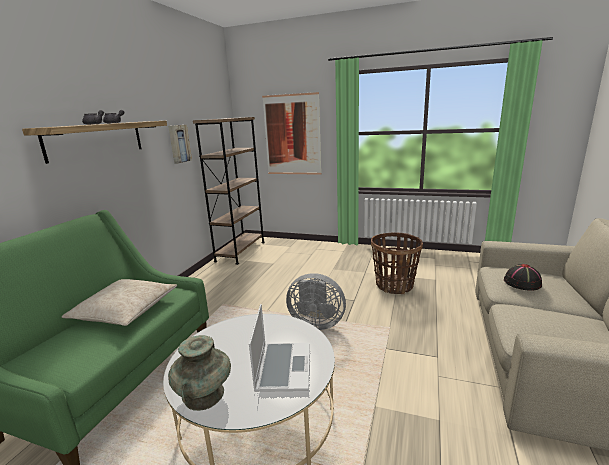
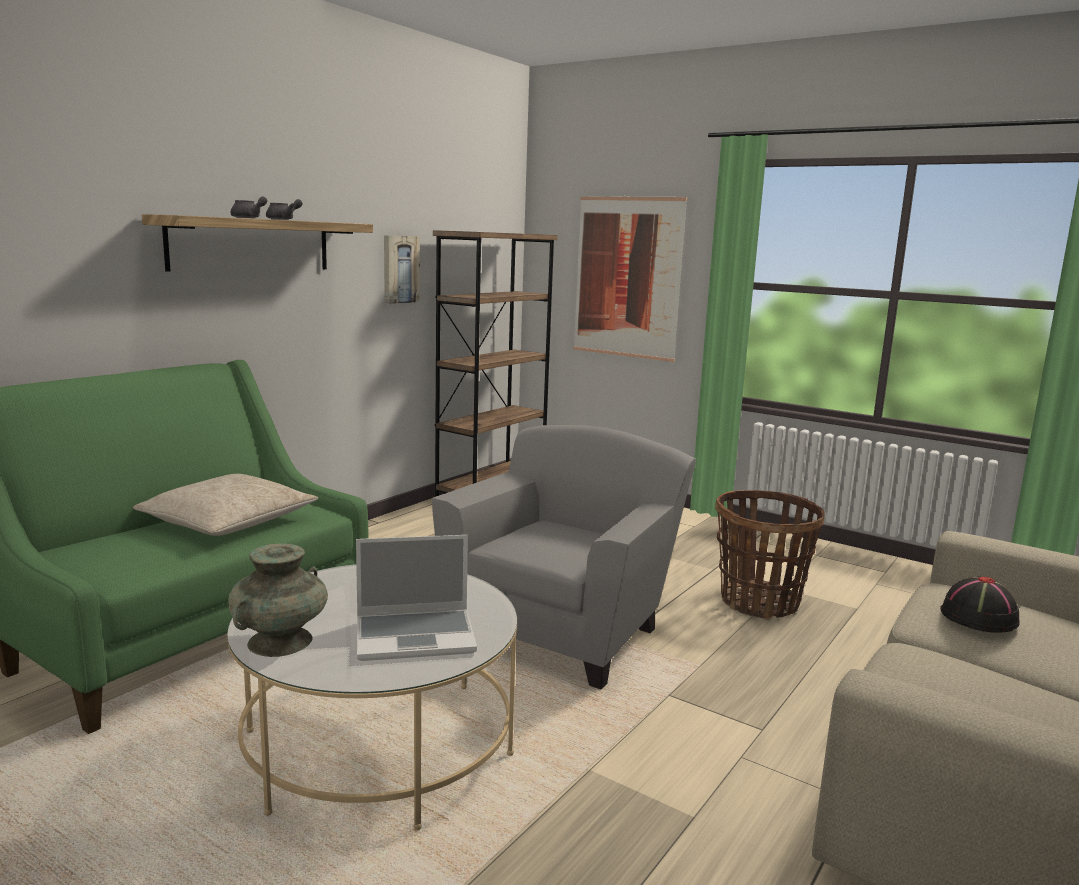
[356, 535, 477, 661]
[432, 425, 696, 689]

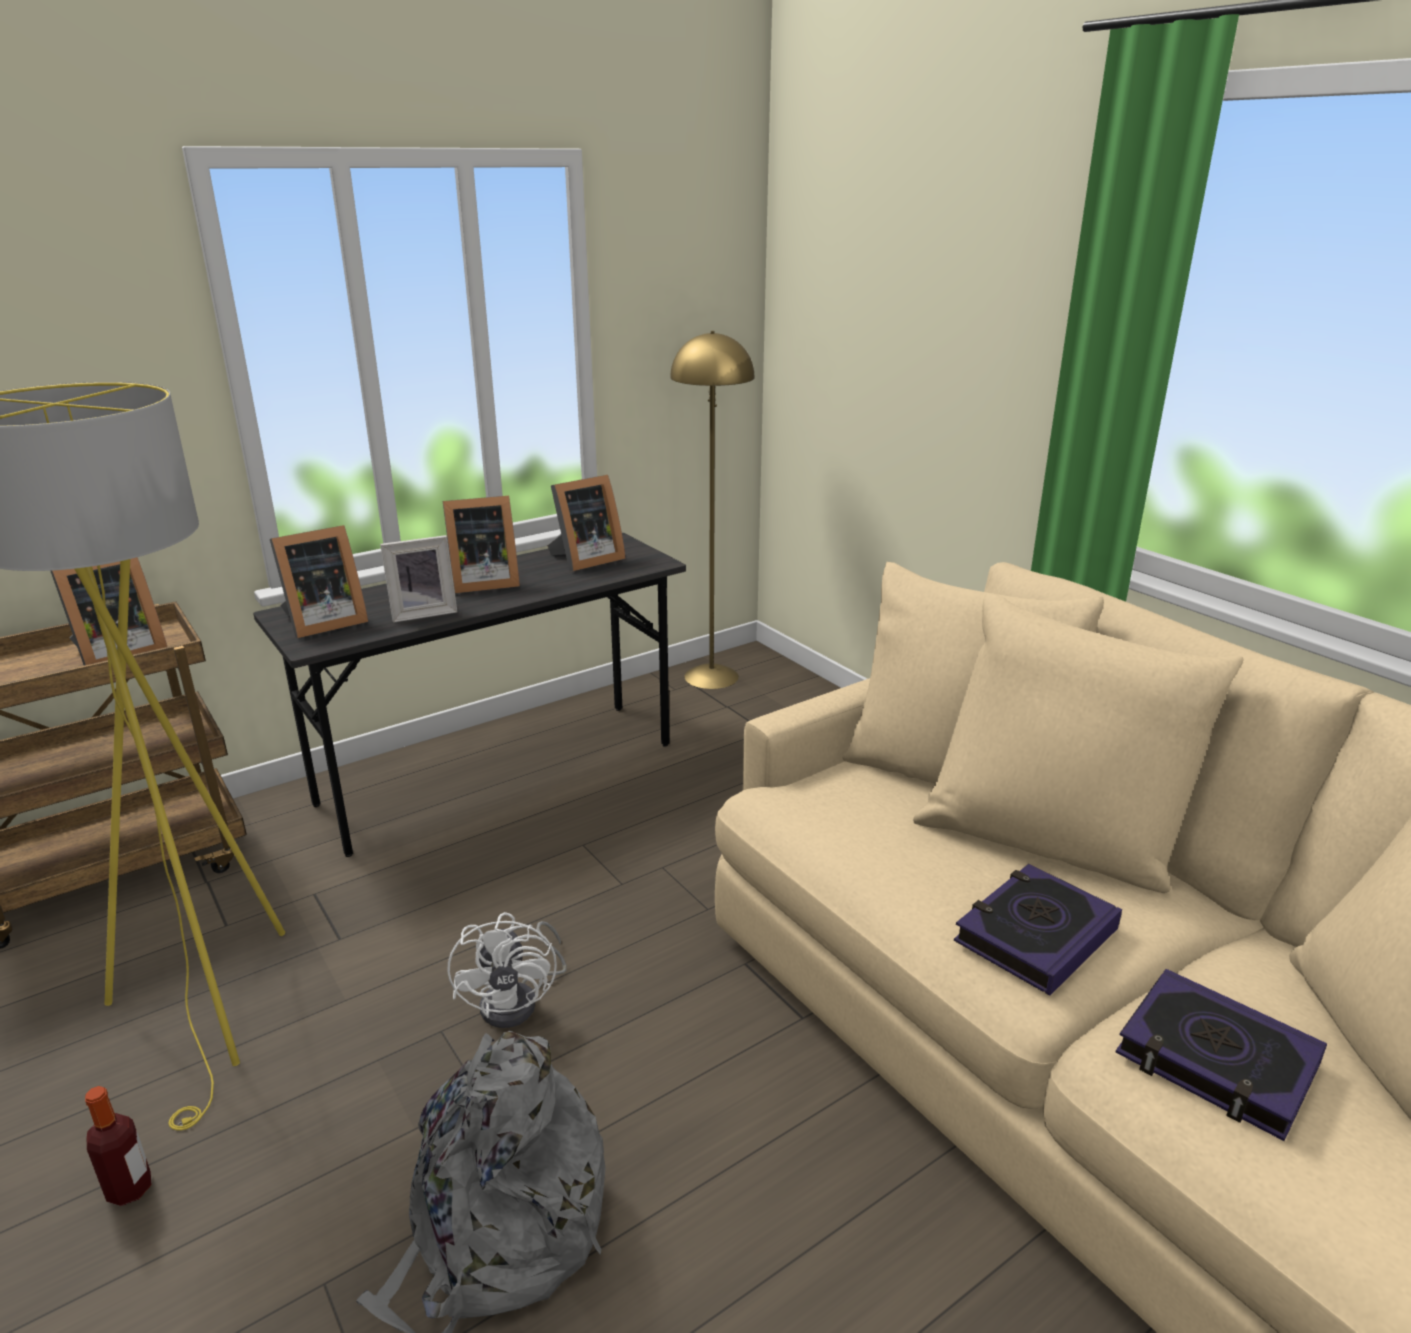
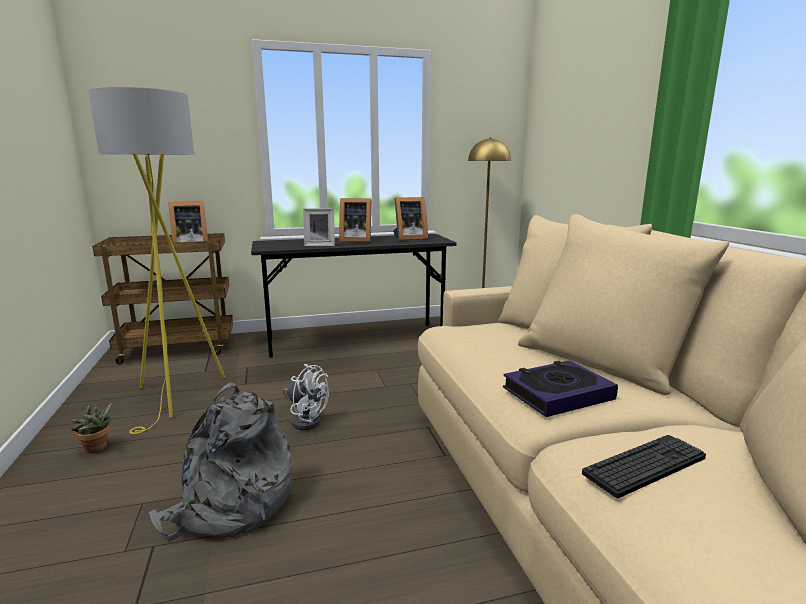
[71, 401, 115, 453]
[283, 364, 329, 430]
[582, 435, 706, 498]
[270, 525, 368, 638] (first image)

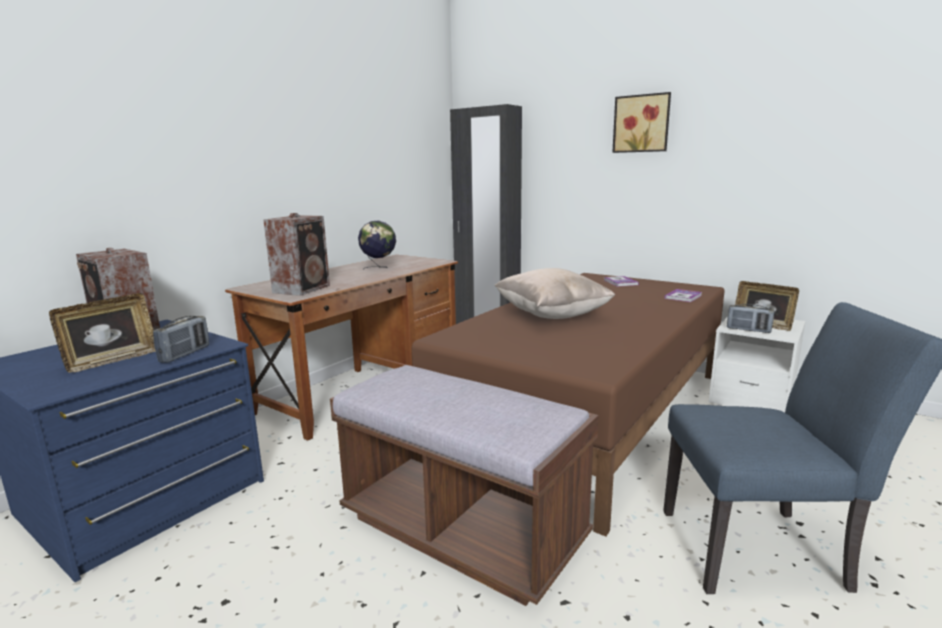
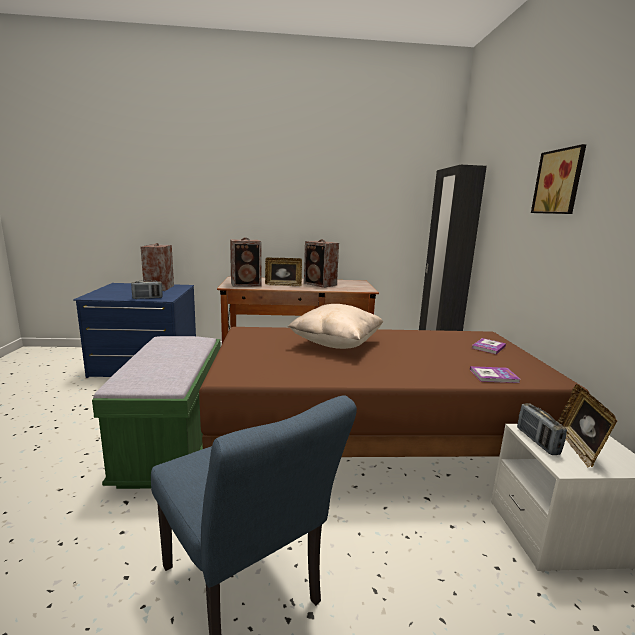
[92, 336, 221, 489]
[265, 257, 302, 286]
[304, 239, 339, 288]

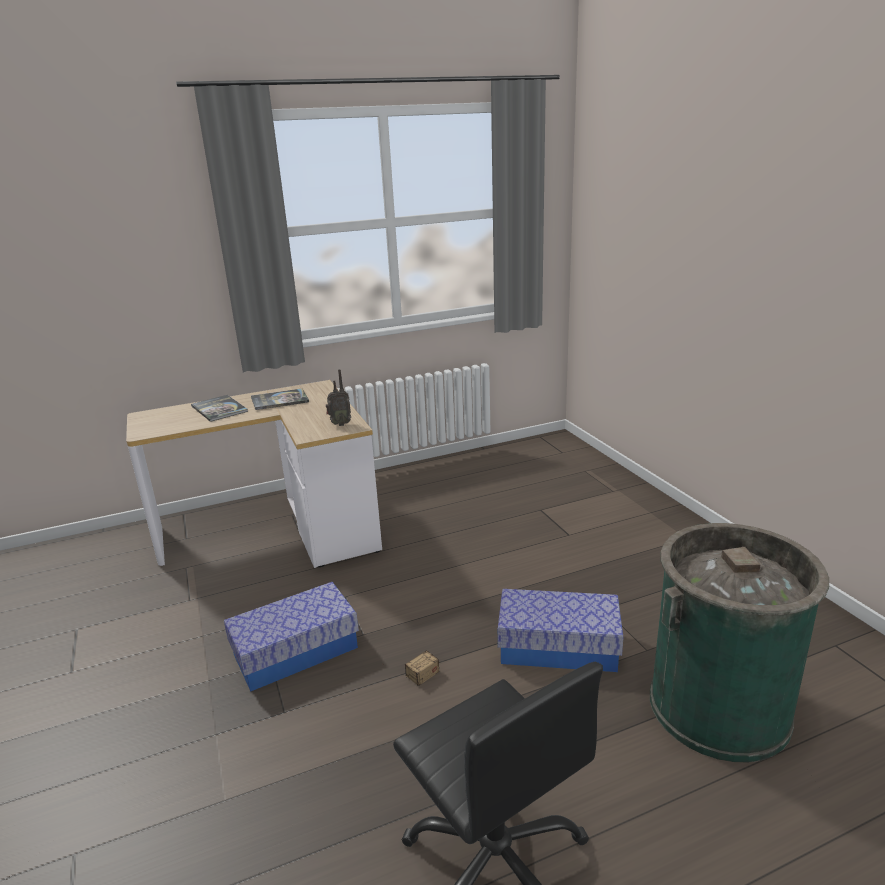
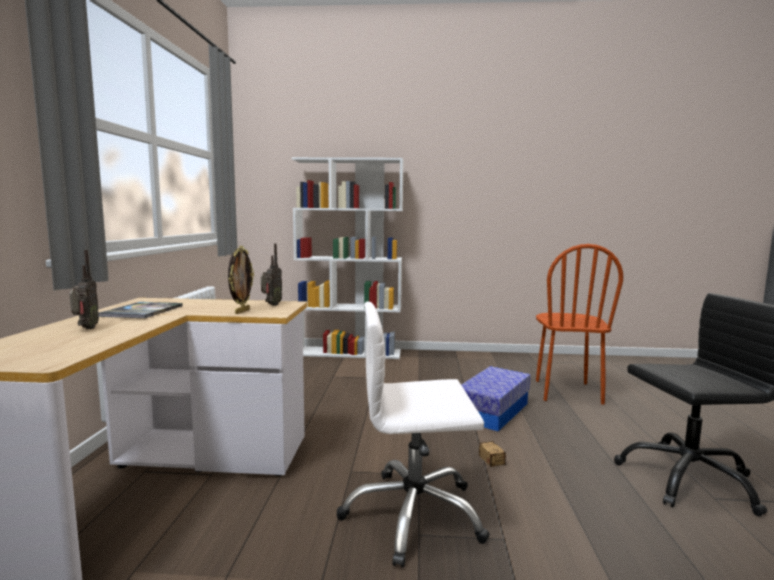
[70, 250, 99, 329]
[228, 246, 254, 314]
[292, 157, 404, 359]
[337, 302, 490, 567]
[536, 244, 623, 404]

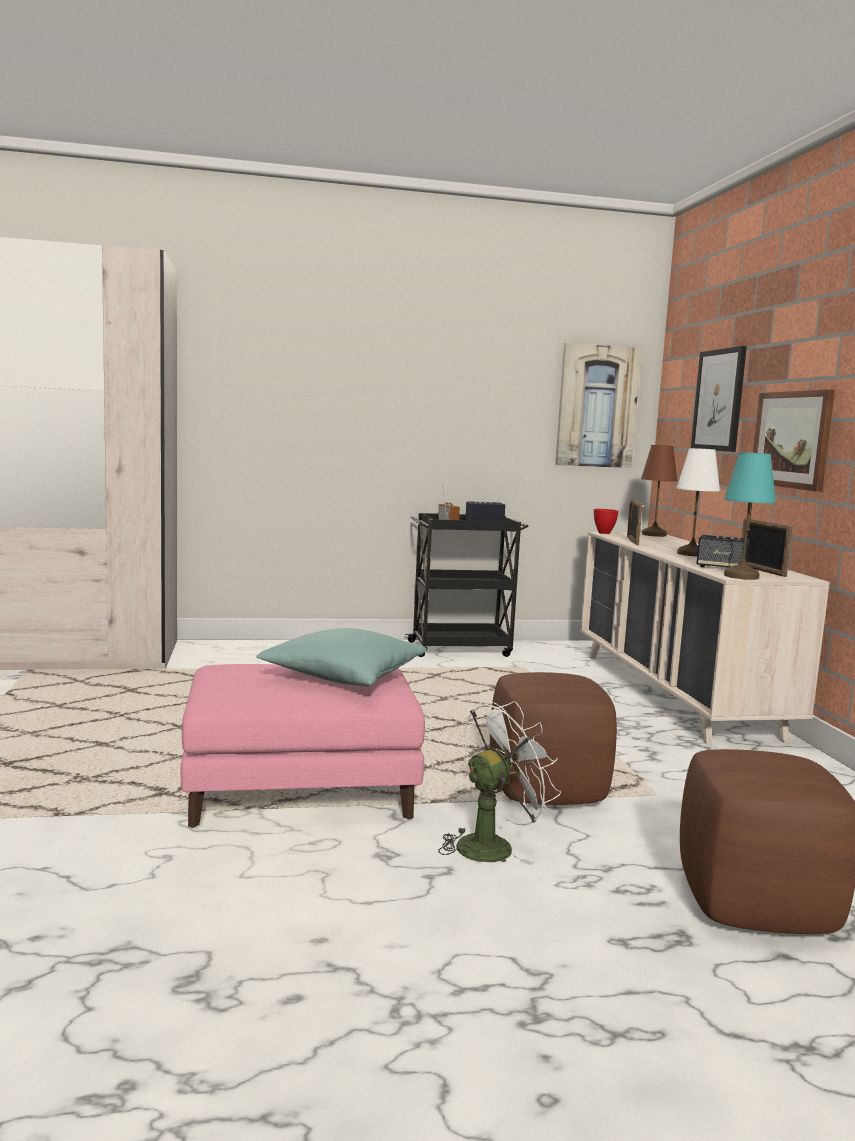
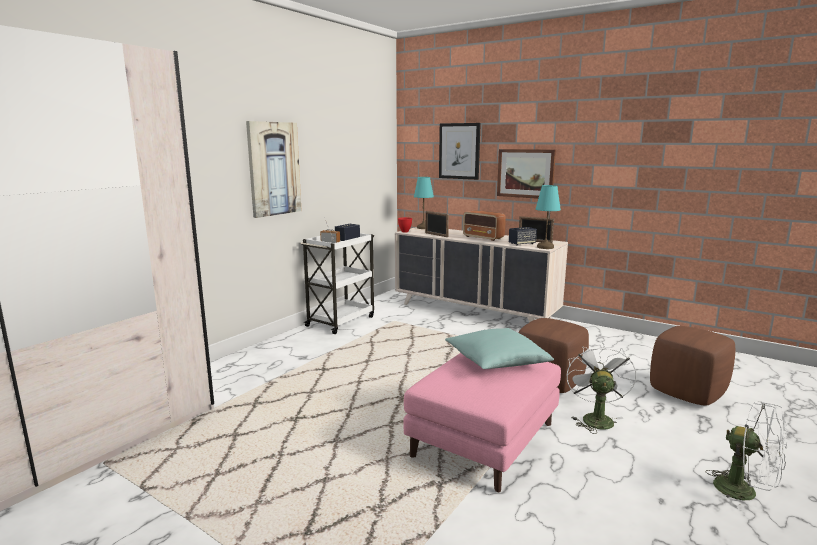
[246, 121, 302, 218]
[301, 233, 374, 334]
[414, 177, 434, 229]
[463, 210, 506, 241]
[705, 400, 788, 511]

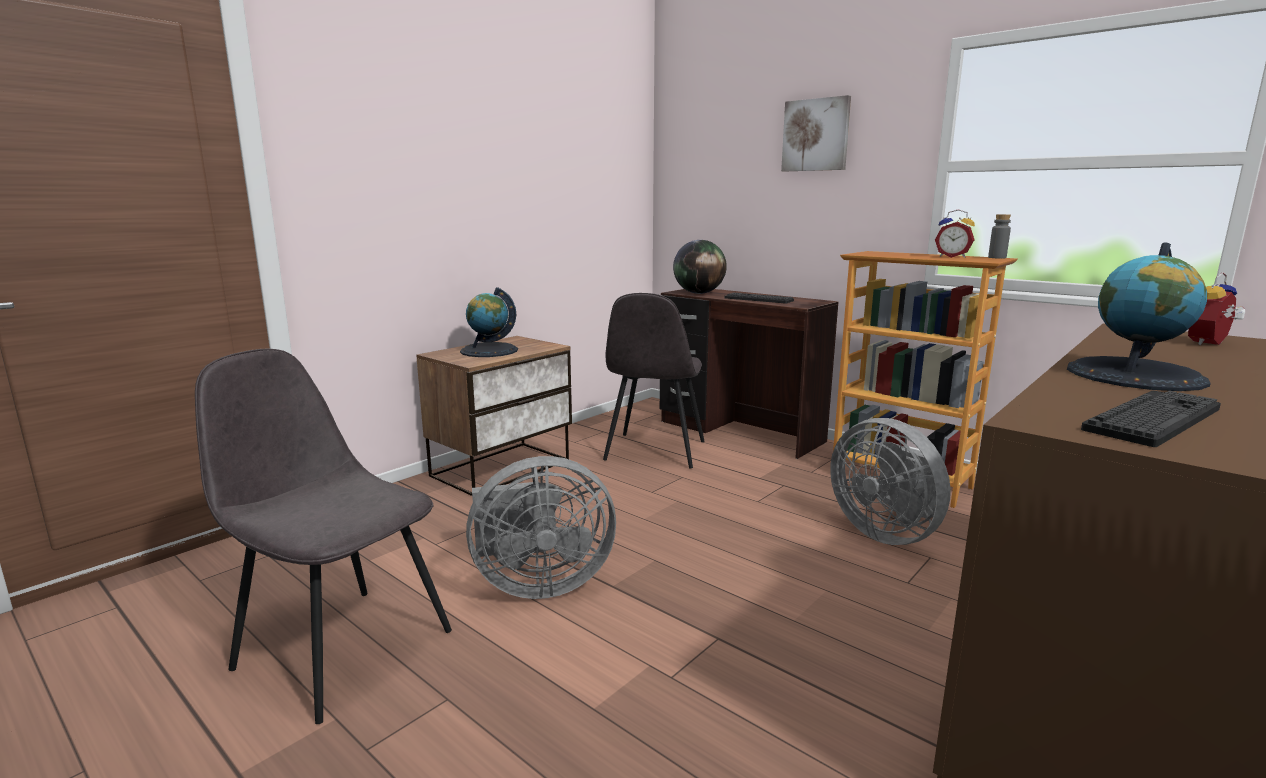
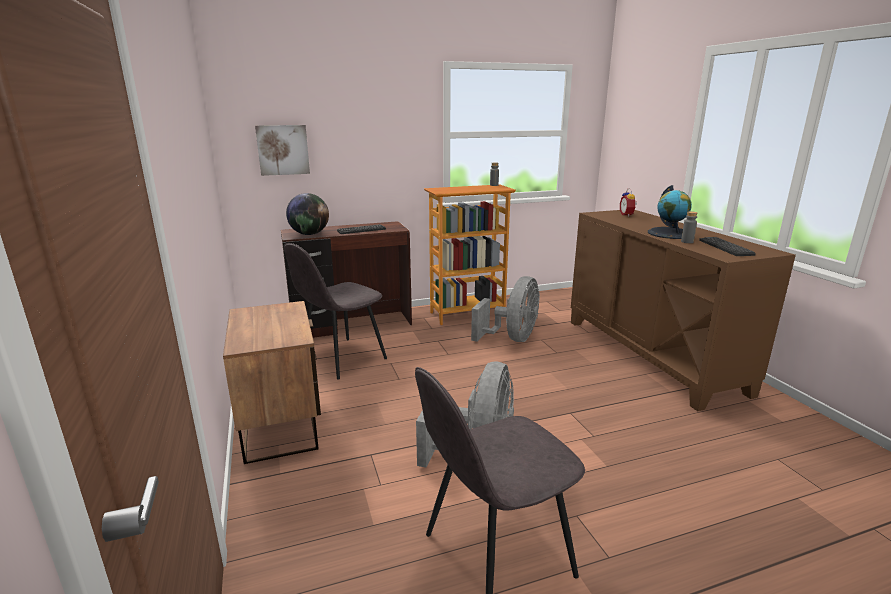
[255, 125, 310, 176]
[284, 243, 387, 380]
[471, 276, 540, 342]
[681, 211, 697, 243]
[460, 287, 518, 357] (first image)
[935, 209, 975, 258] (first image)

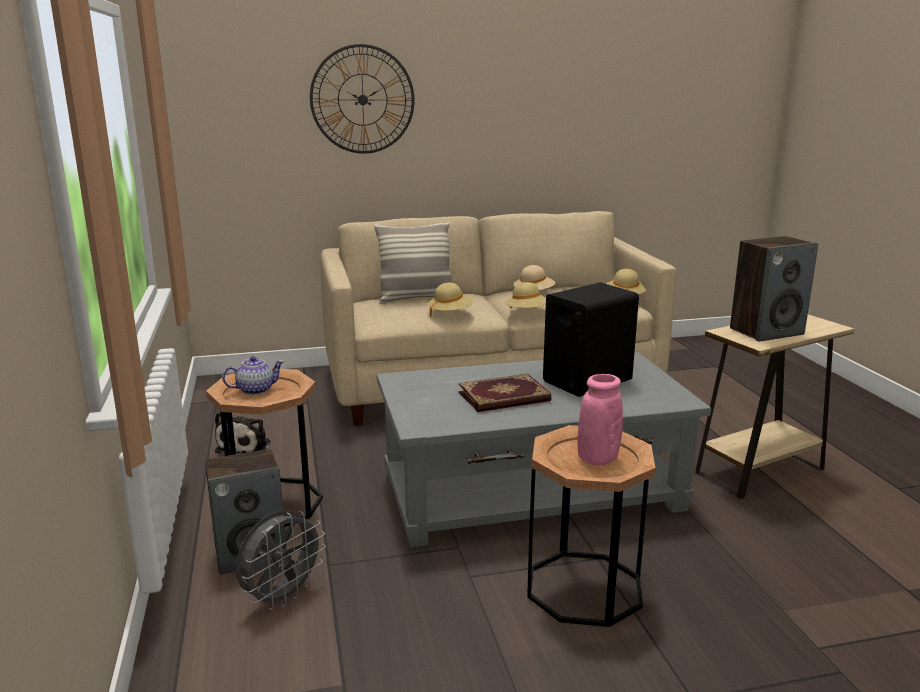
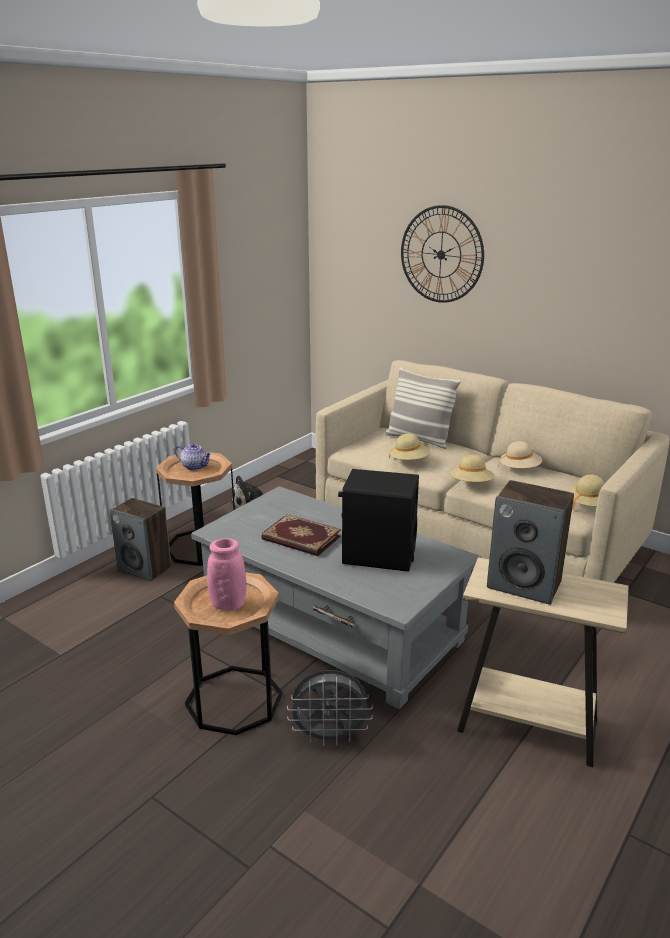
[287, 670, 373, 746]

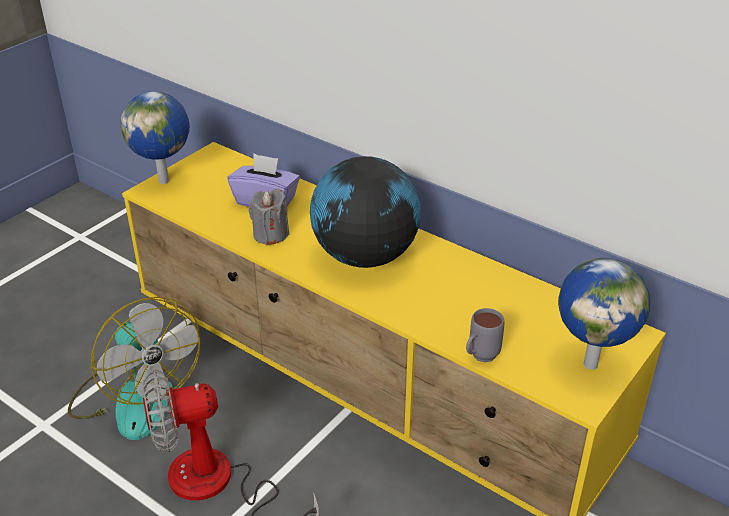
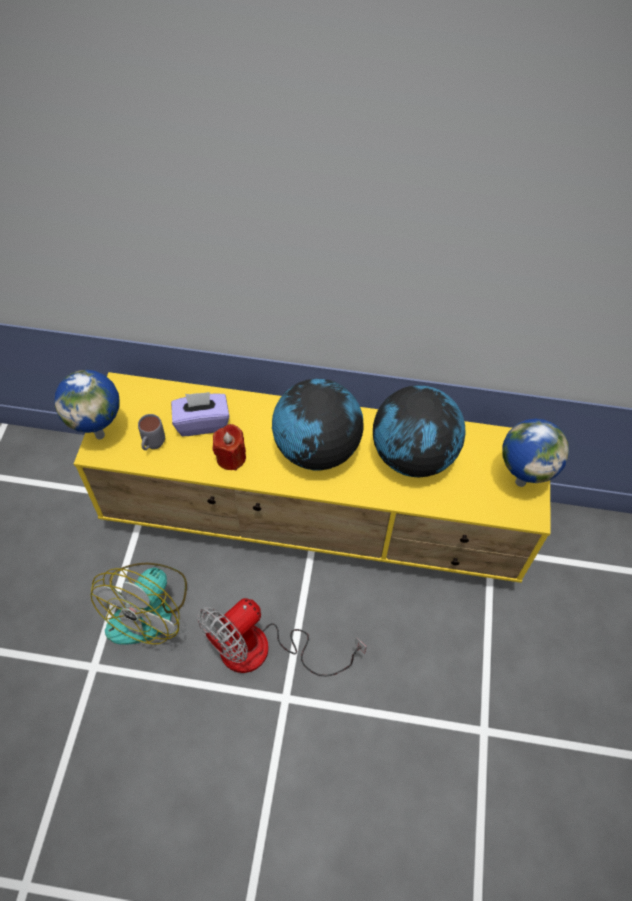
[91, 563, 187, 645]
[138, 414, 165, 450]
[213, 424, 246, 471]
[373, 385, 466, 477]

